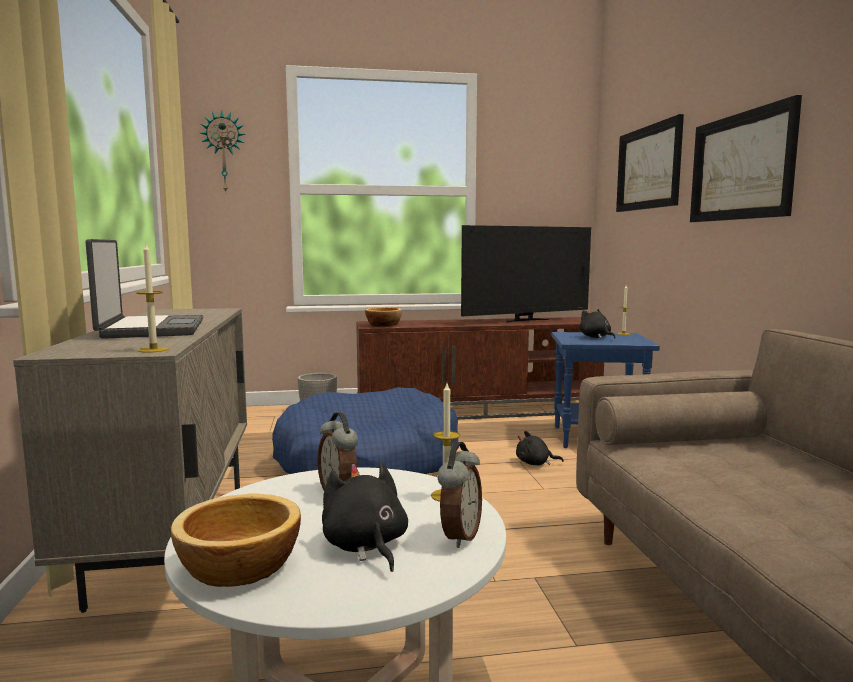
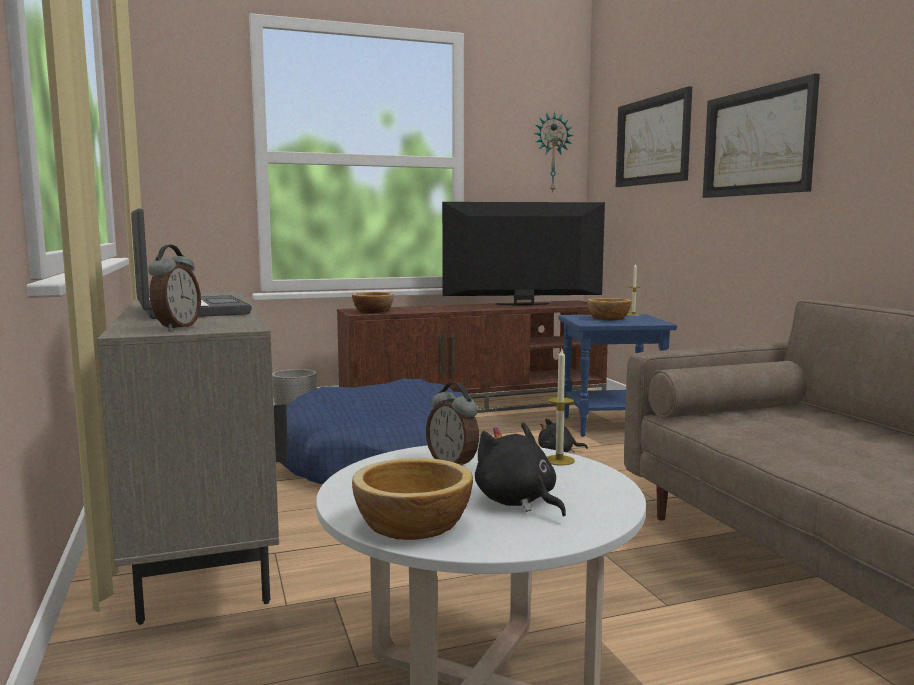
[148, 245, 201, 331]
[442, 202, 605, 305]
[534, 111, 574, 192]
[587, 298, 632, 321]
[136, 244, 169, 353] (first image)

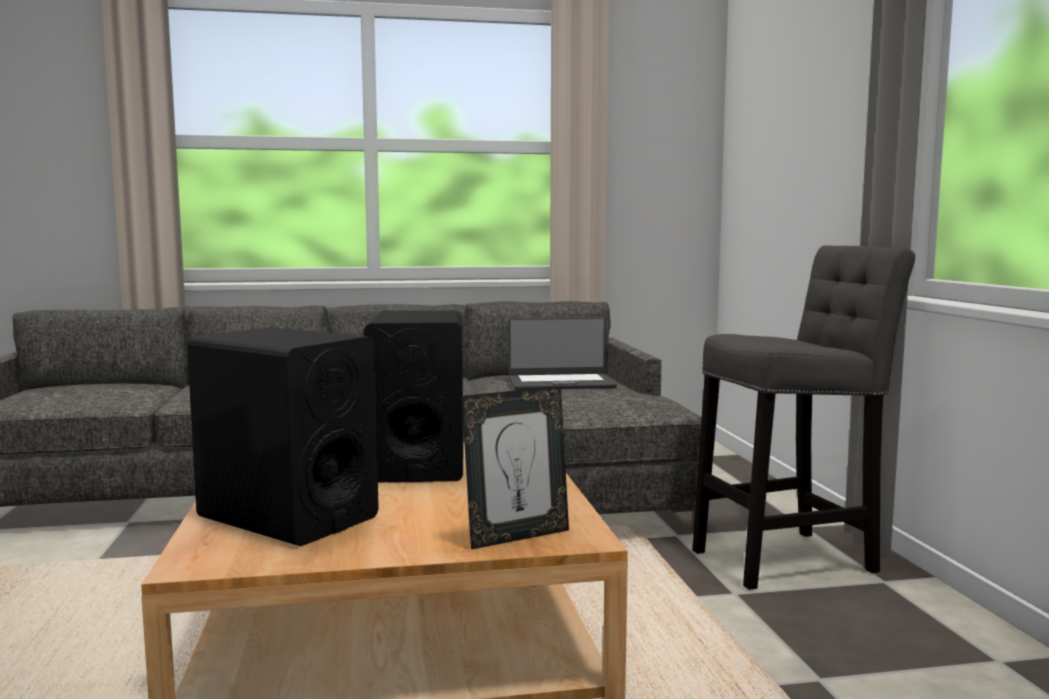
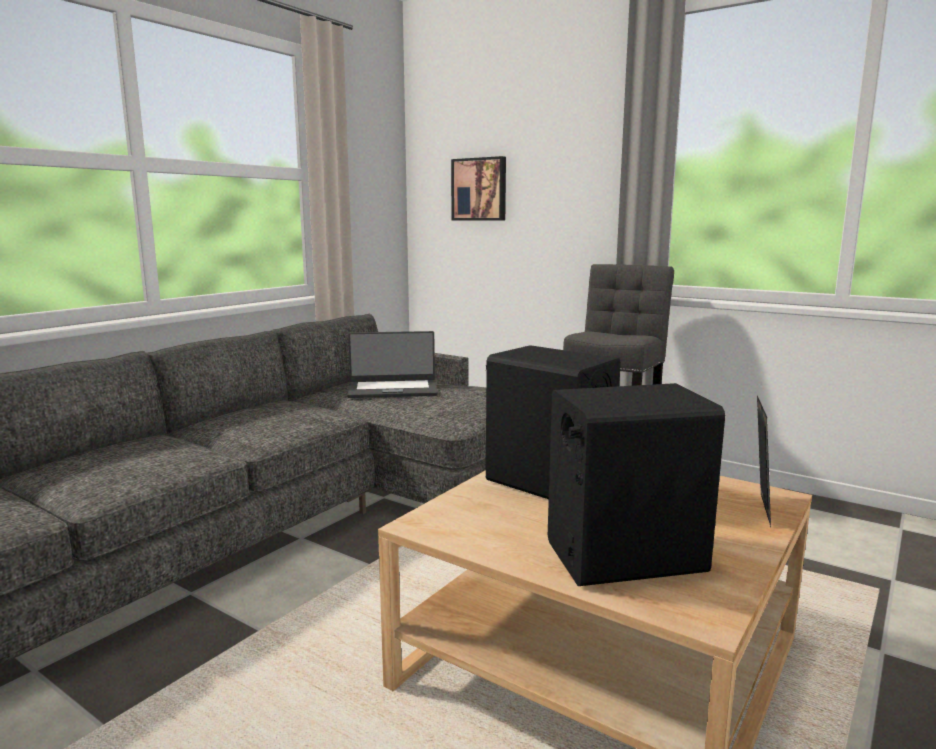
[347, 331, 438, 398]
[451, 156, 506, 221]

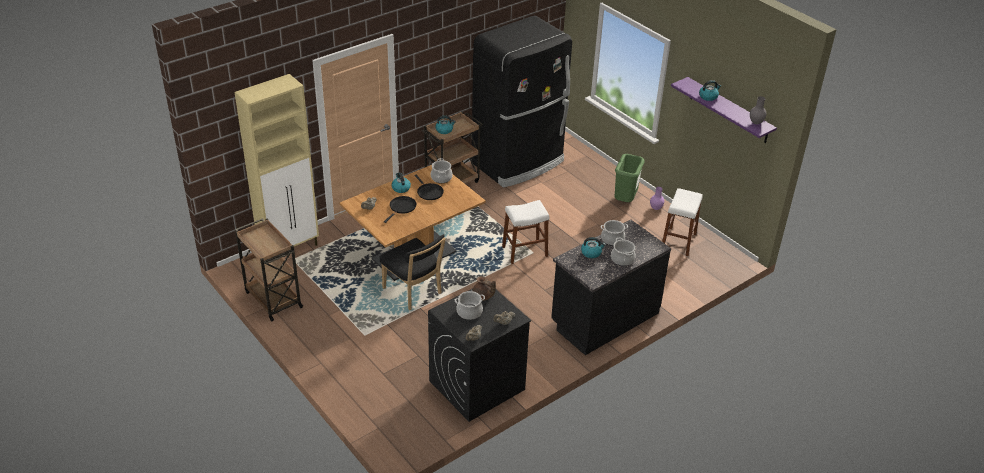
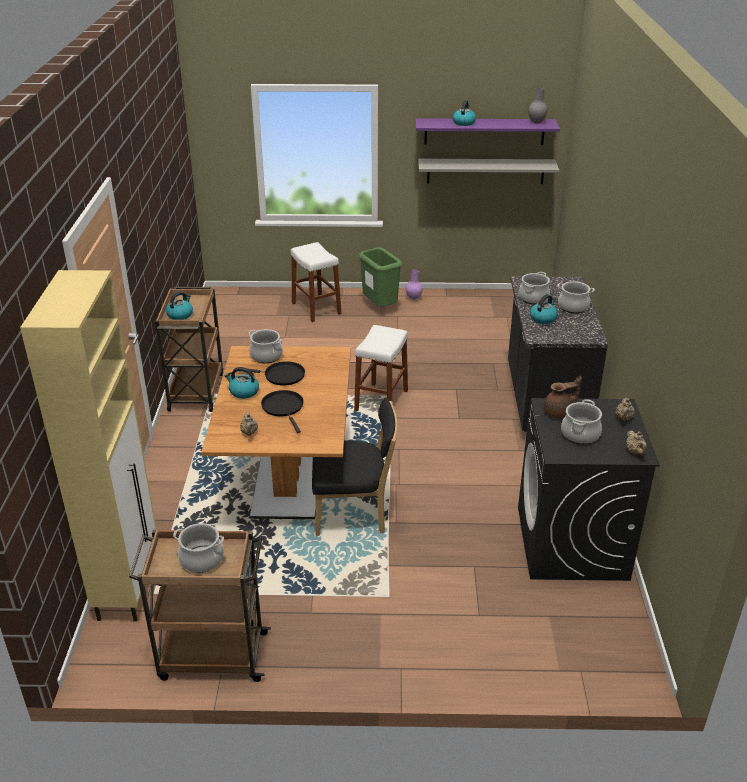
[173, 523, 224, 573]
[291, 242, 342, 322]
[418, 159, 559, 184]
[472, 16, 572, 188] (first image)

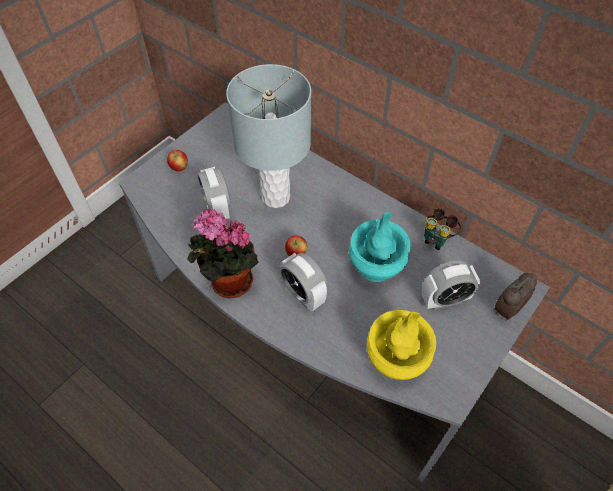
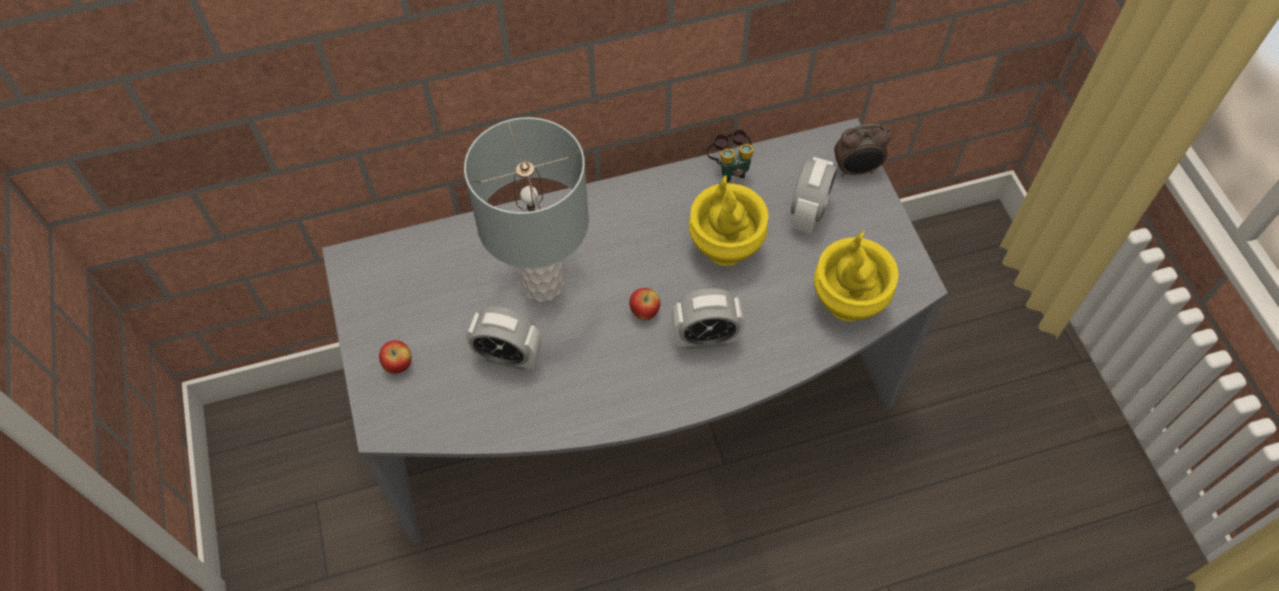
[689, 175, 768, 266]
[834, 123, 891, 177]
[187, 208, 259, 298] (first image)

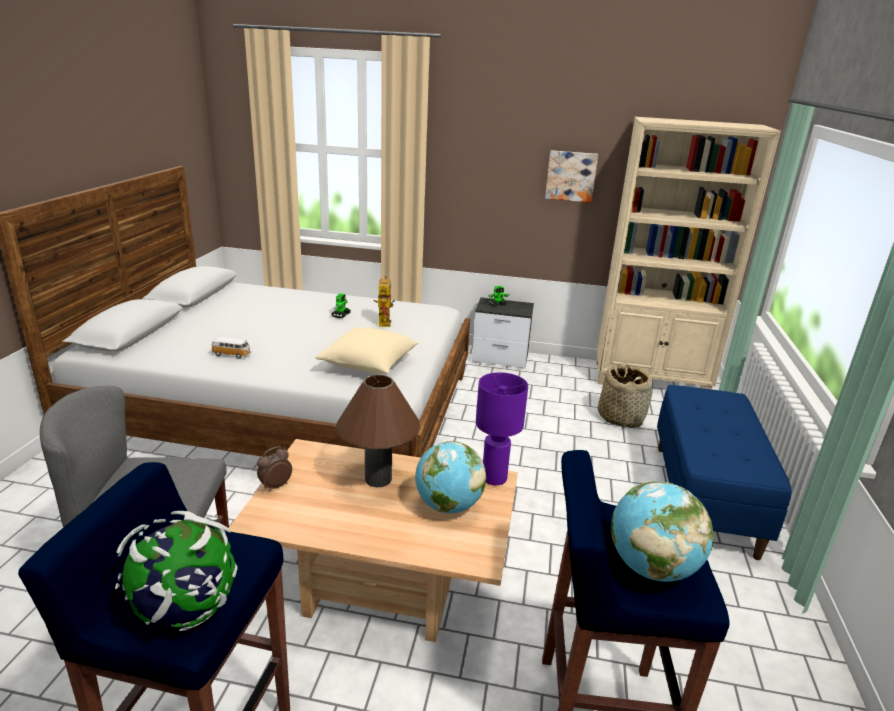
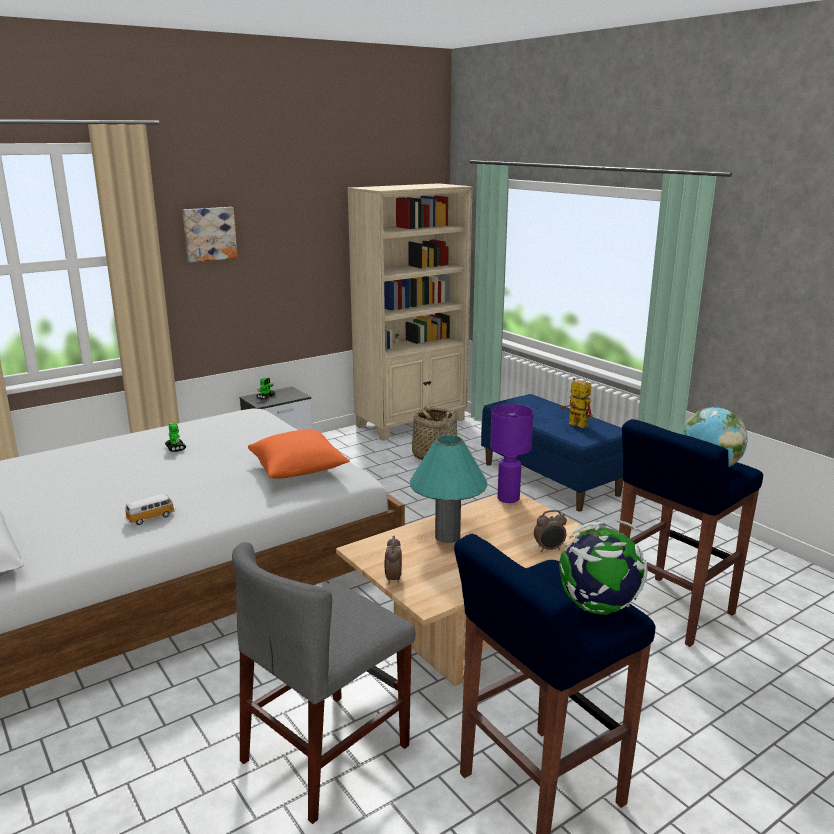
[183, 207, 238, 262]
[248, 430, 350, 479]
[410, 435, 488, 543]
[534, 510, 567, 552]
[560, 378, 593, 428]
[415, 441, 486, 513] (first image)

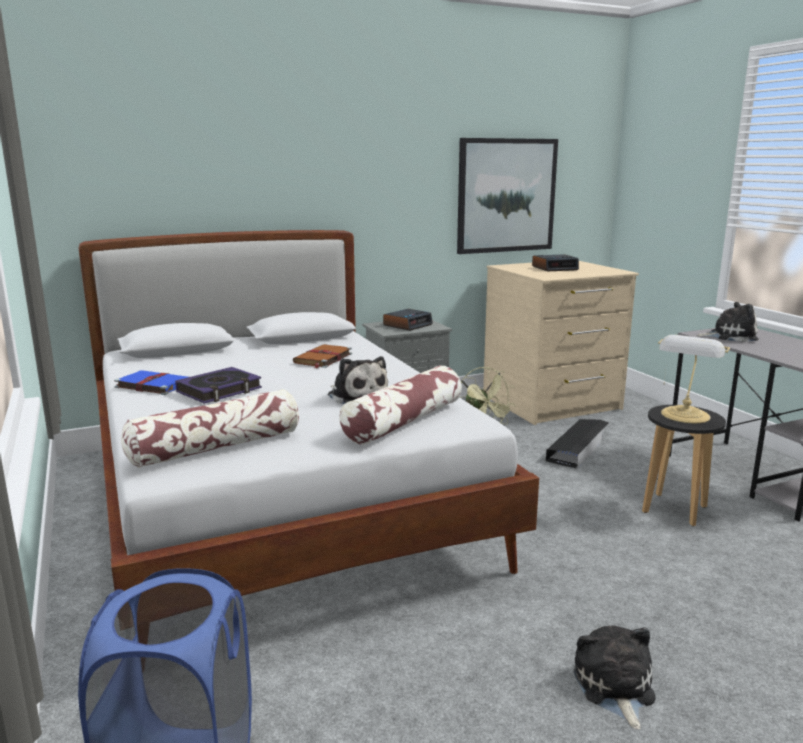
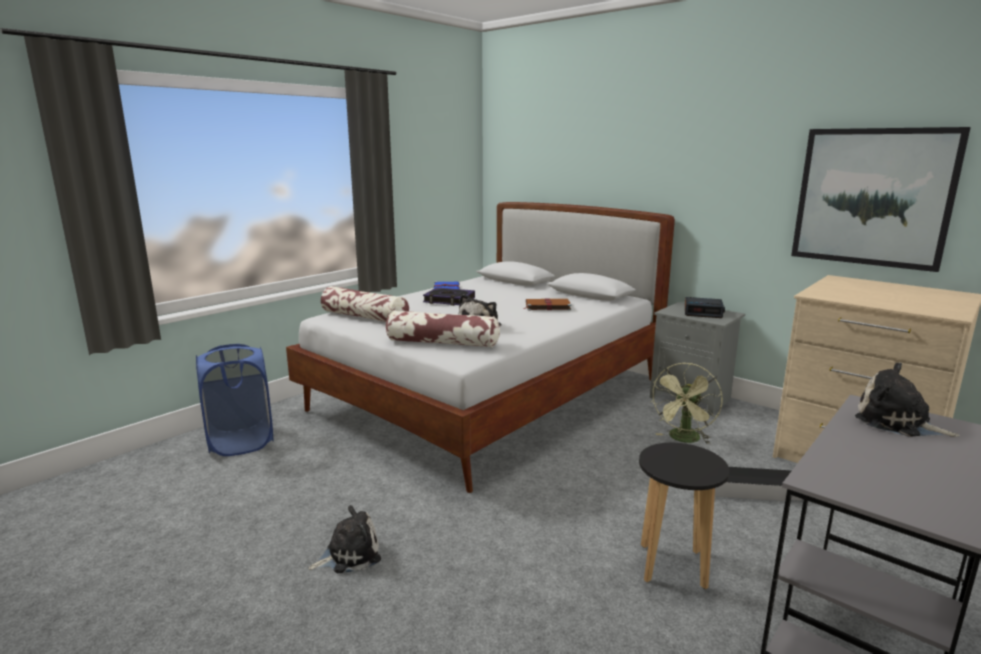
[855, 363, 960, 437]
[532, 254, 579, 271] (first image)
[658, 335, 730, 423] (first image)

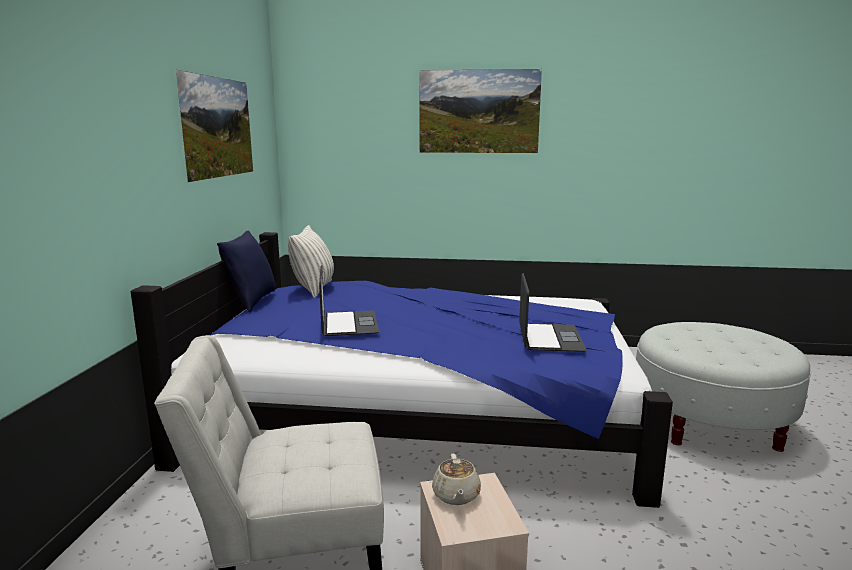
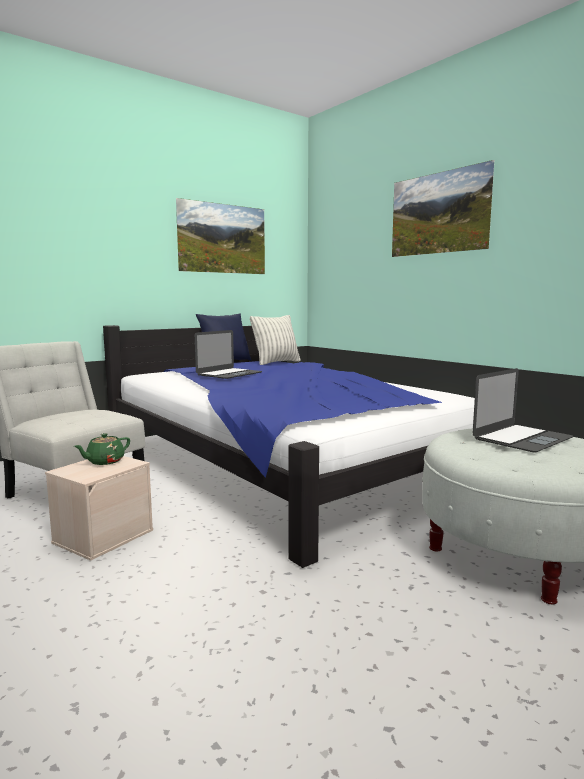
[74, 433, 130, 465]
[473, 368, 573, 453]

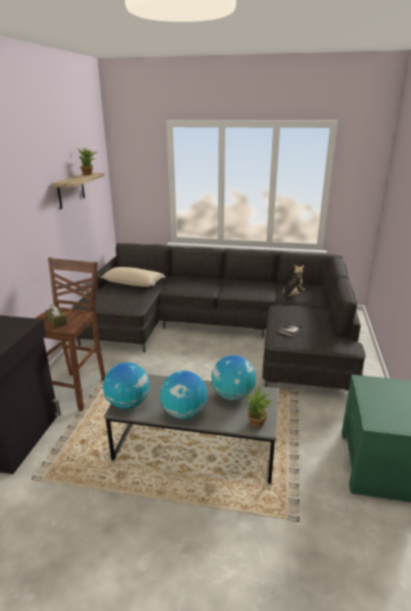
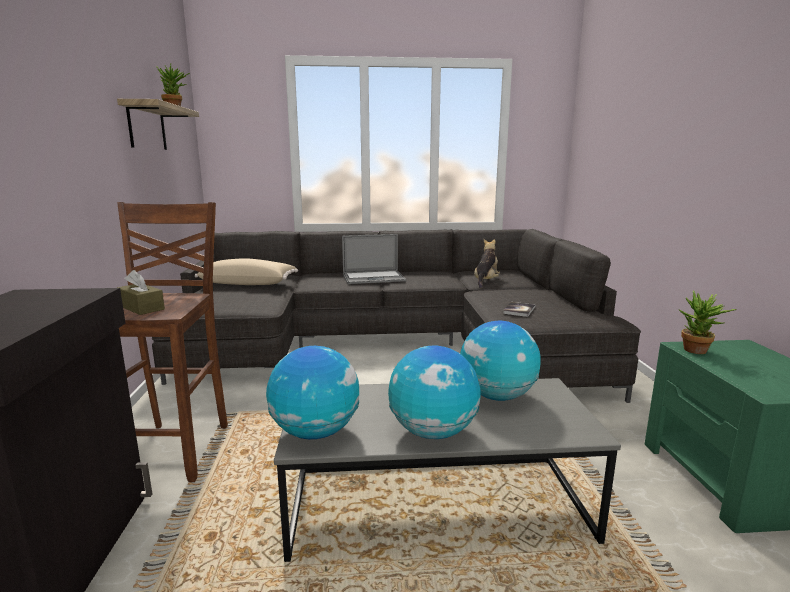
[342, 234, 406, 284]
[678, 290, 737, 354]

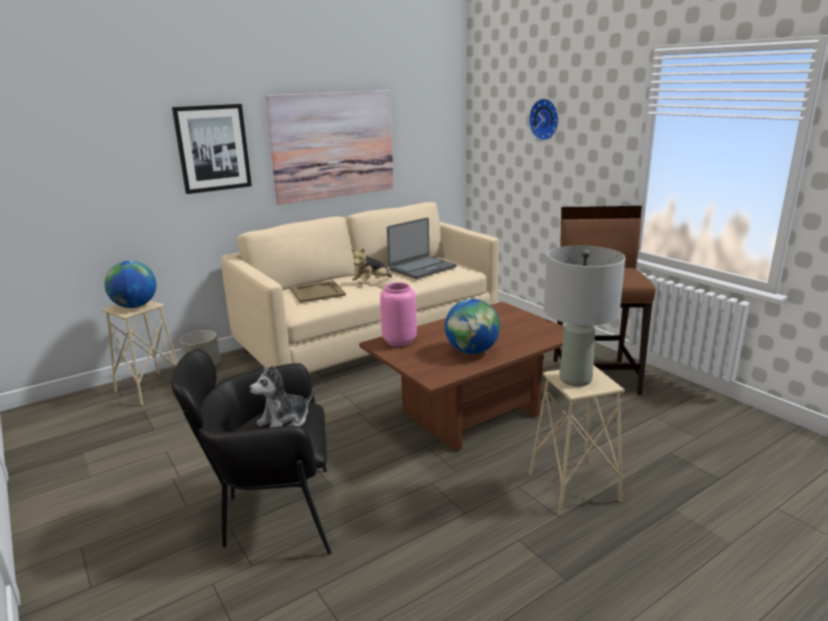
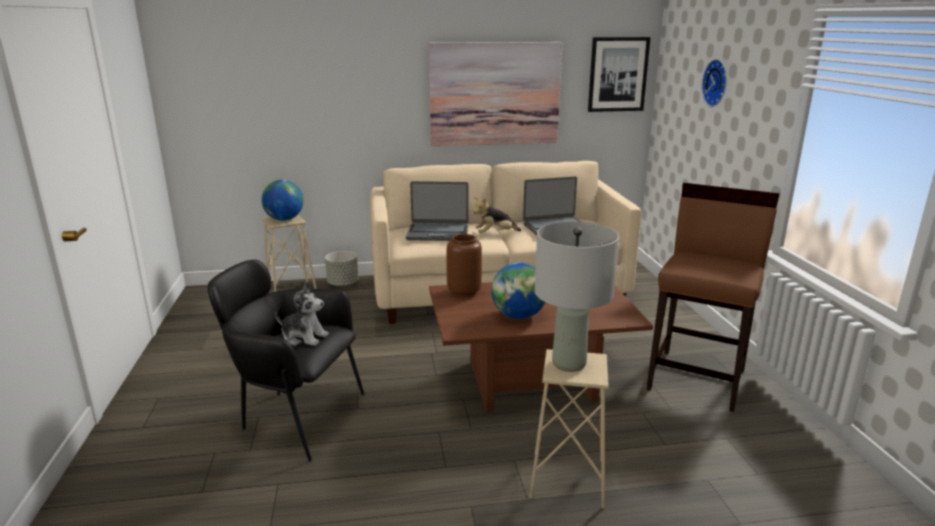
[275, 283, 329, 346]
[406, 181, 468, 241]
[446, 234, 482, 297]
[588, 37, 651, 112]

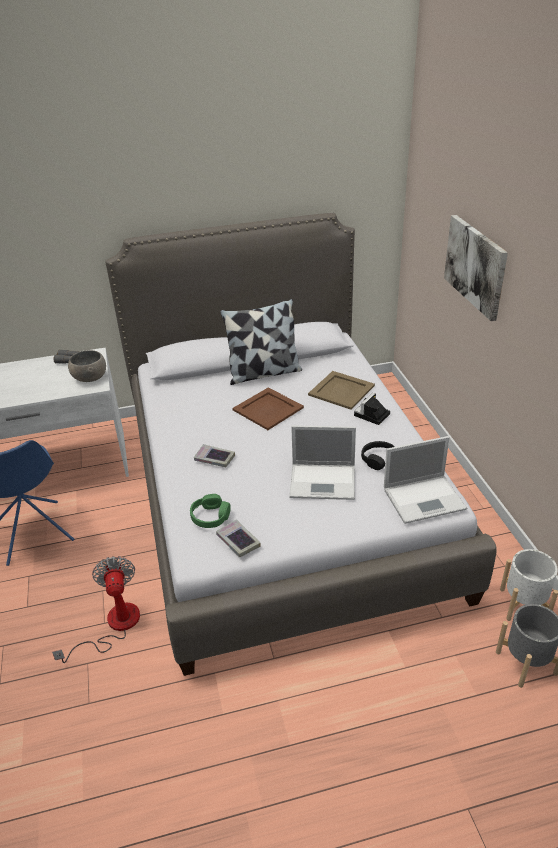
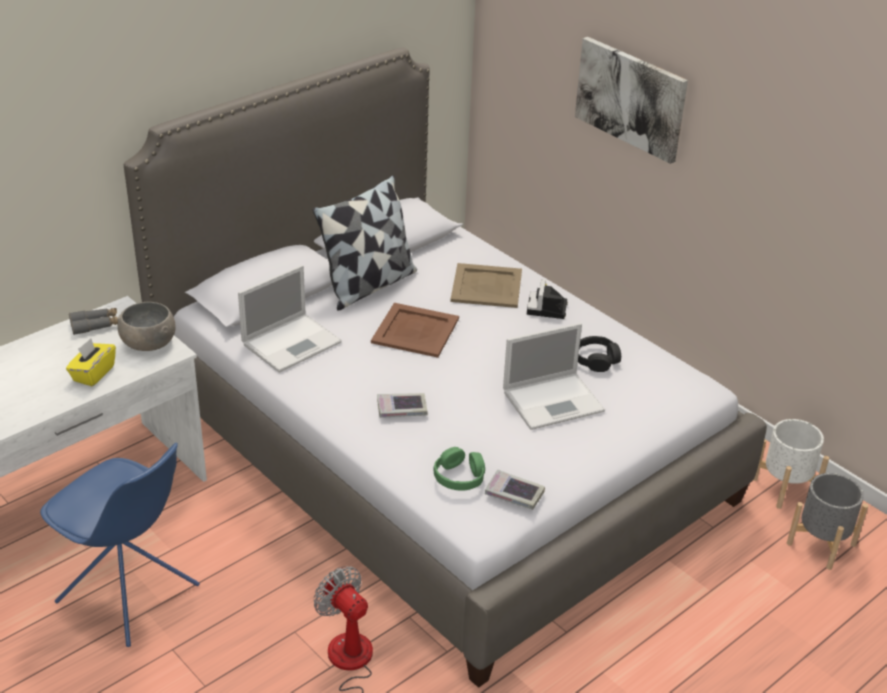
[66, 338, 116, 386]
[238, 265, 342, 373]

